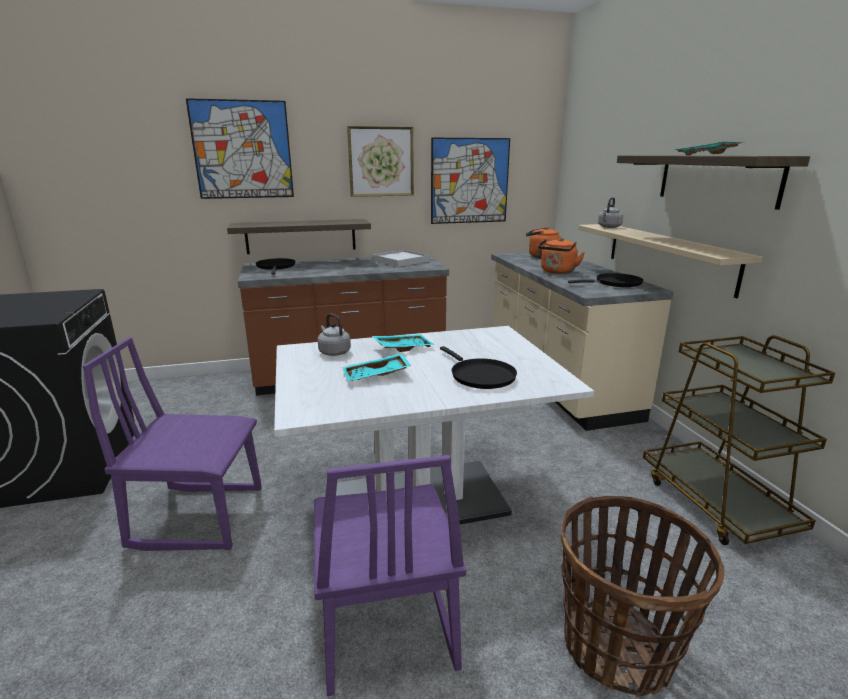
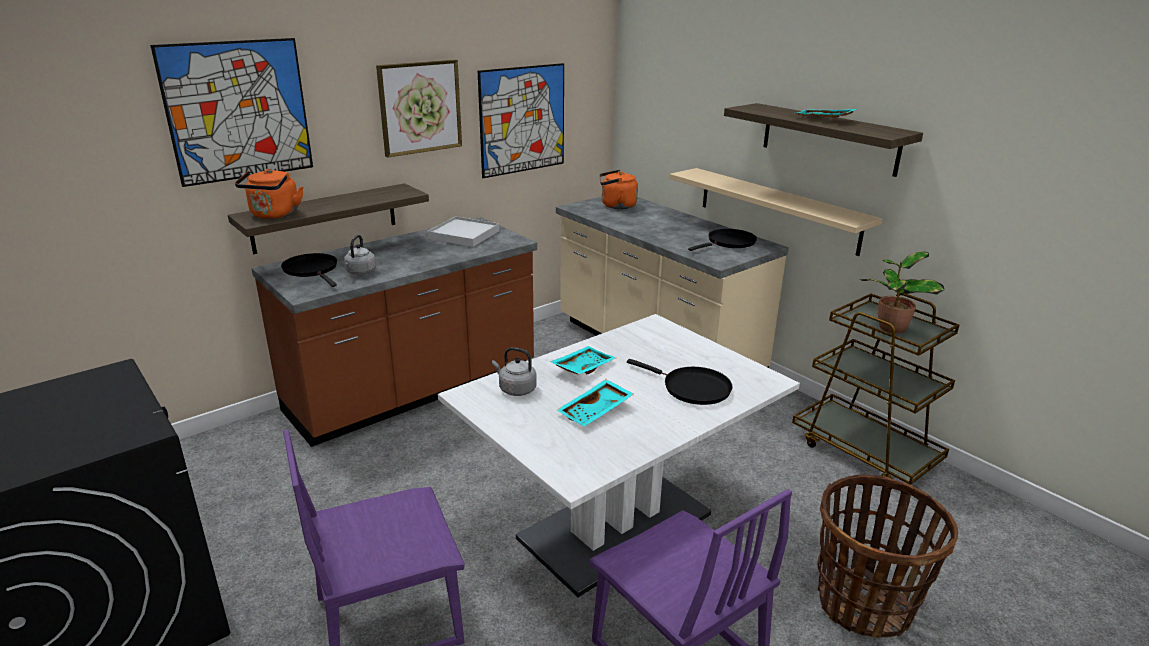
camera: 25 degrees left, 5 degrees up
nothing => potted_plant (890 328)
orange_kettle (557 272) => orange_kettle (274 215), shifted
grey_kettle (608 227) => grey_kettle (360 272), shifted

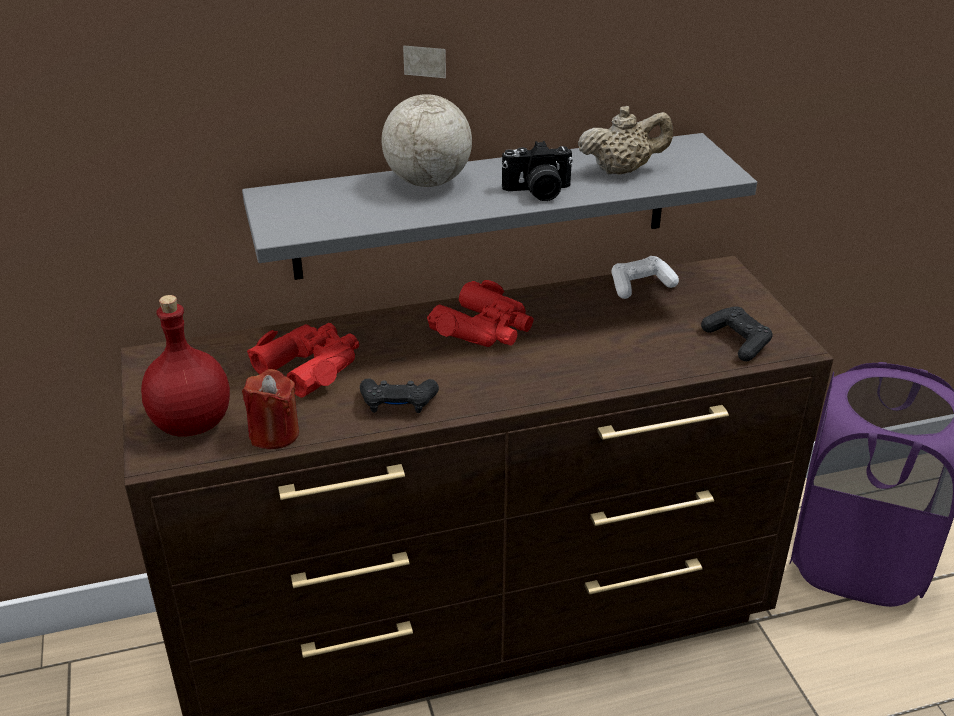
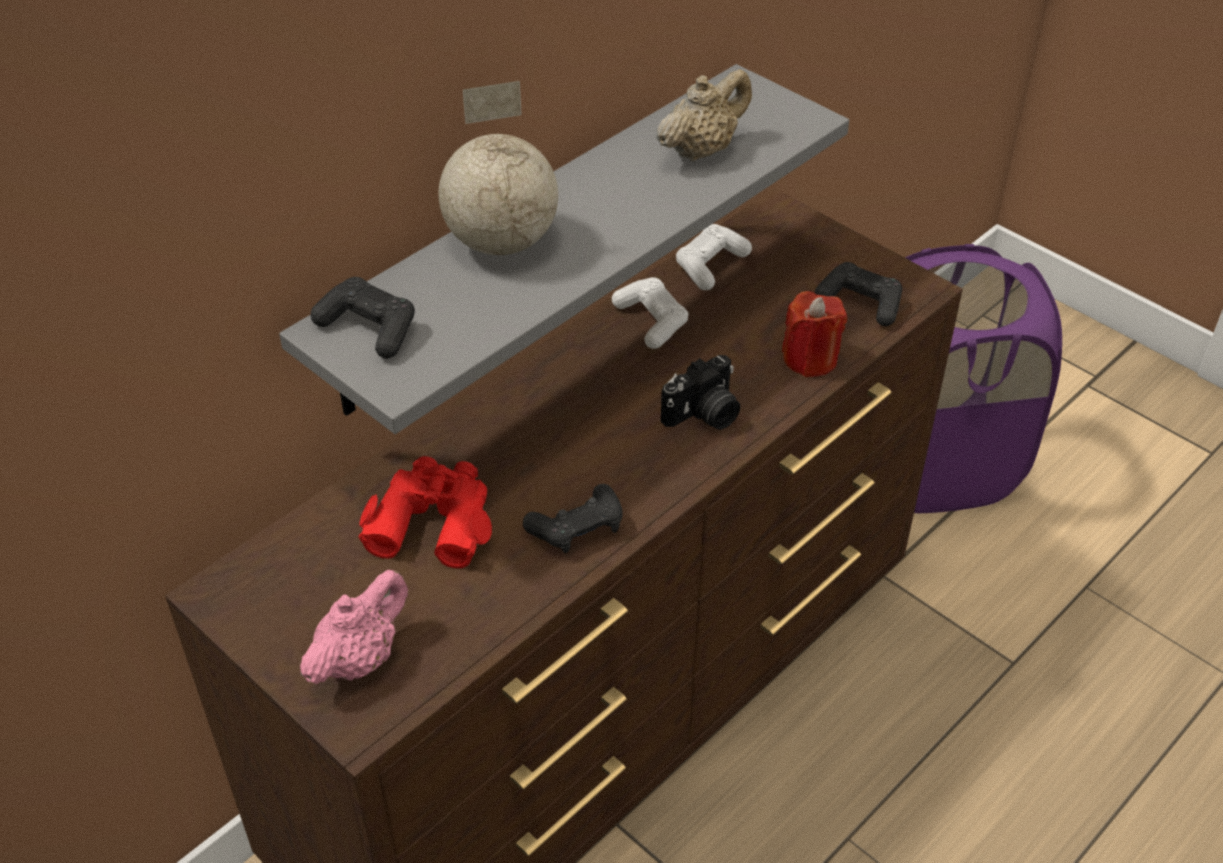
camera: 30 degrees left, 10 degrees up
red_binoculars (484 328) => nothing
nothing => black_game_controller (369 328)
nothing => white_game_controller (651 321)
red_candle (274 434) => red_candle (810 359), shifted
photo_camera (538 192) => photo_camera (704 415), shifted
red_bottle (192 422) => pink_teapot (360 658)

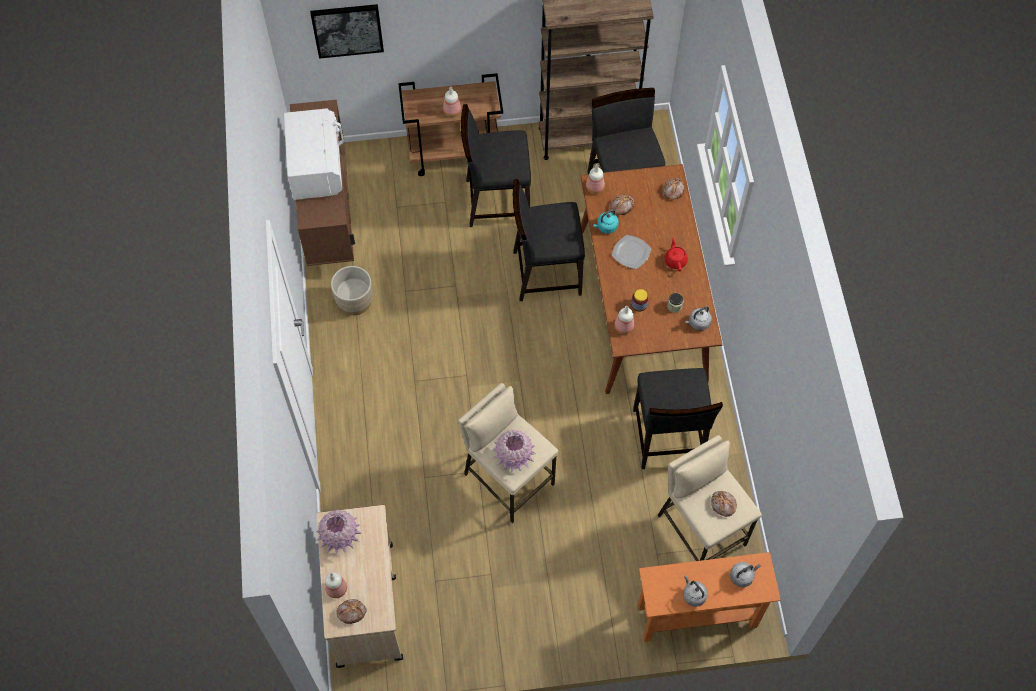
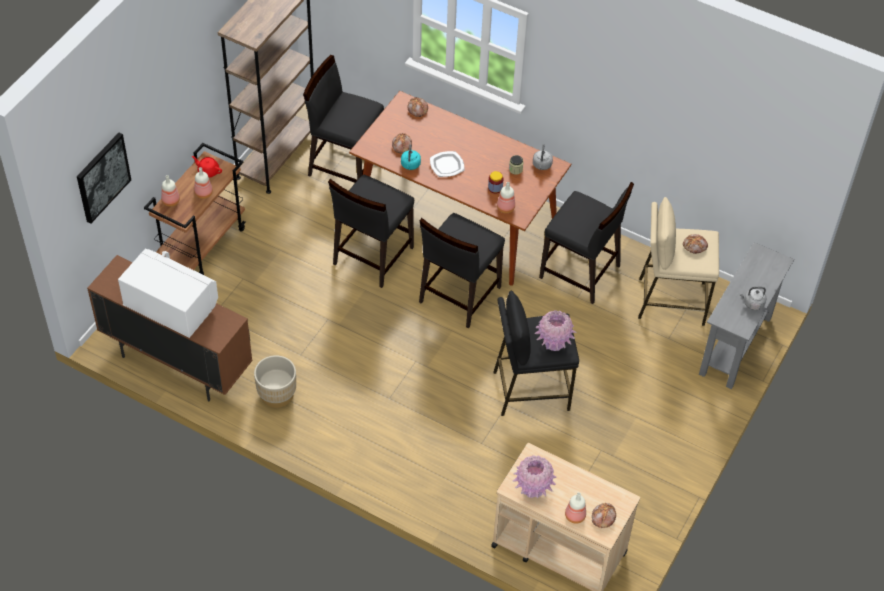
camera: 55 degrees left, 10 degrees down
grey_kettle (742 576) => nothing
black_chair (496 201) => black_chair (459 295), shifted
bottle (594 187) => bottle (170 201), shifted
red_teapot (675 260) => red_teapot (208 171), shifted
beige_stool (508 479) => black_stool (530 390)
orange_console_table (697 615) => grey_console_table (735 345)

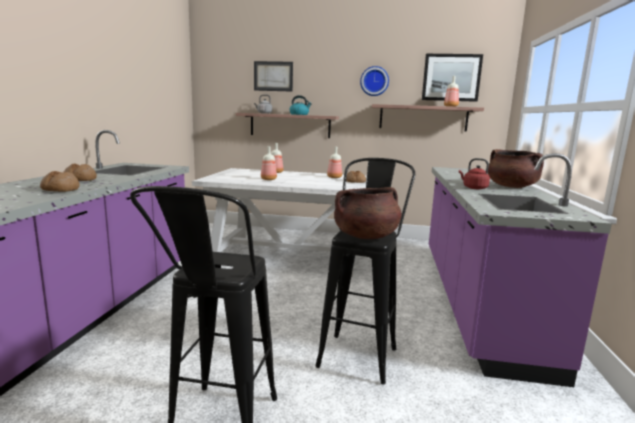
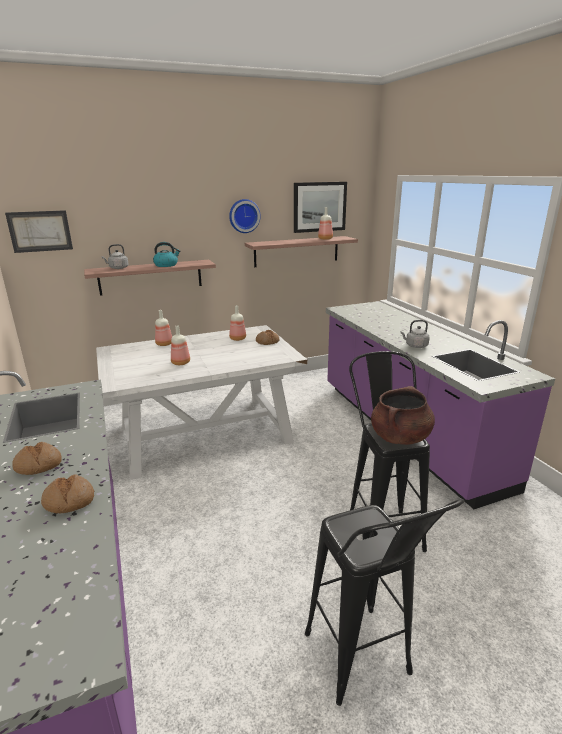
camera: 30 degrees left, 10 degrees up
brown_cooking_pot (511 187) => nothing
picture (273 76) => picture (40 231), shifted
red_kettle (473 188) => grey_kettle (415 346)

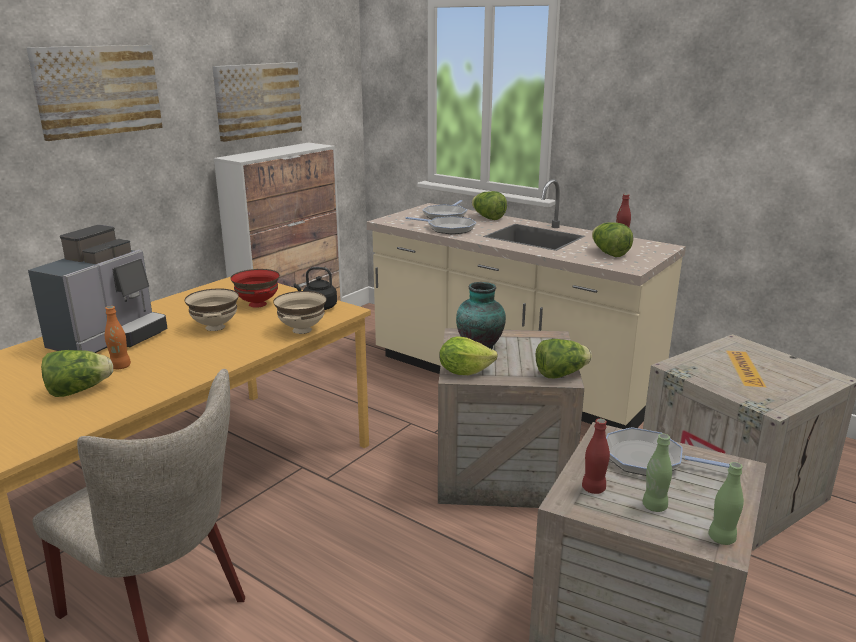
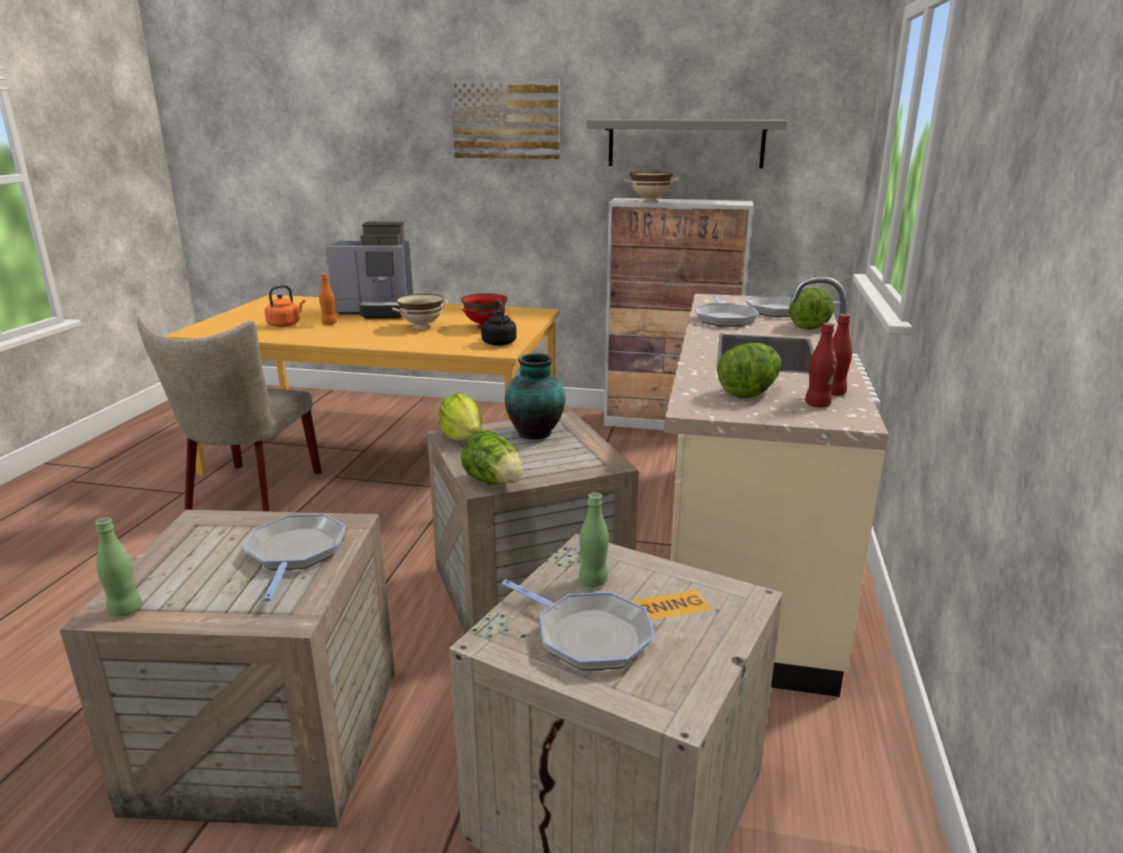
camera: 65 degrees right, 0 degrees up
nothing => frying_pan (588 636)
beige_bowl (301 330) => beige_bowl (650 201), shifted
red_bottle (593 489) => red_bottle (817 405), shifted
green_bottle (654 506) => green_bottle (593 581), shifted
lettuce (78 391) => orange_kettle (285 324)
picture (257 100) => grey_shelf (685 143)

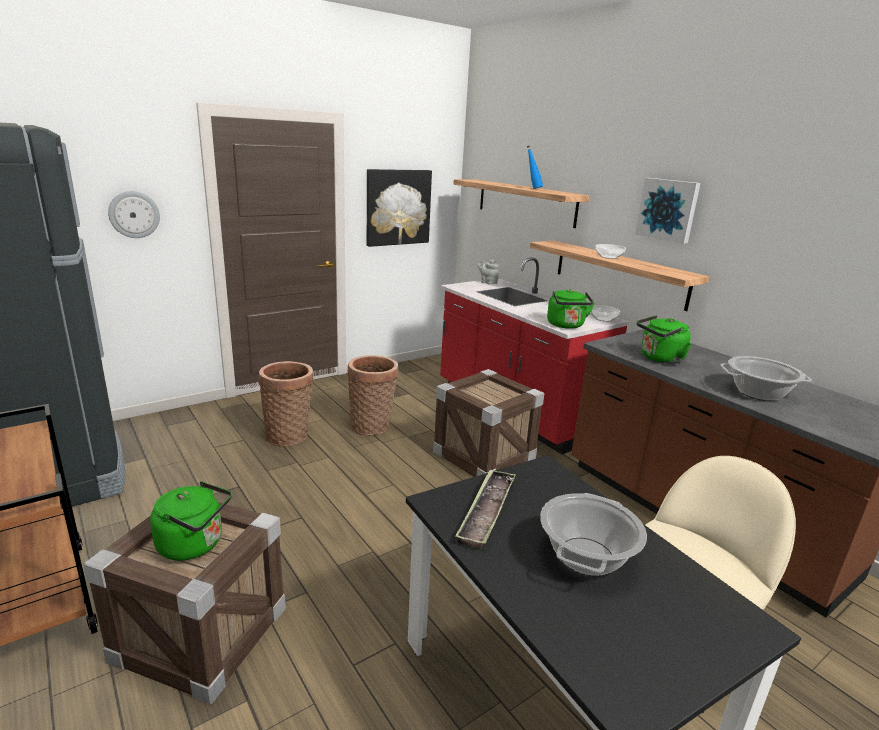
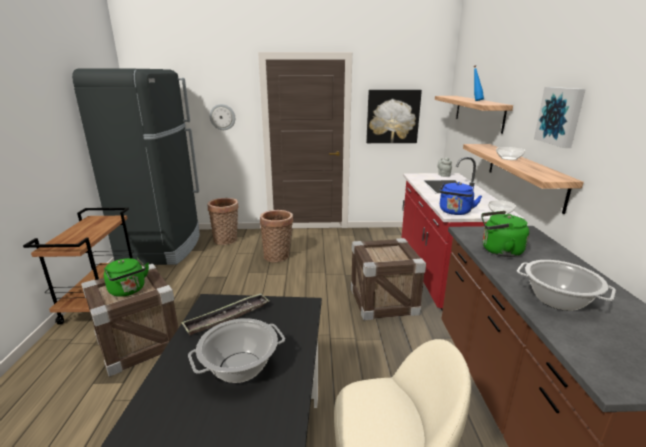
camera: 35 degrees right, 0 degrees up
basket (372 426) => basket (226 240), shifted
green_kettle (566 325) => blue_kettle (455 212)

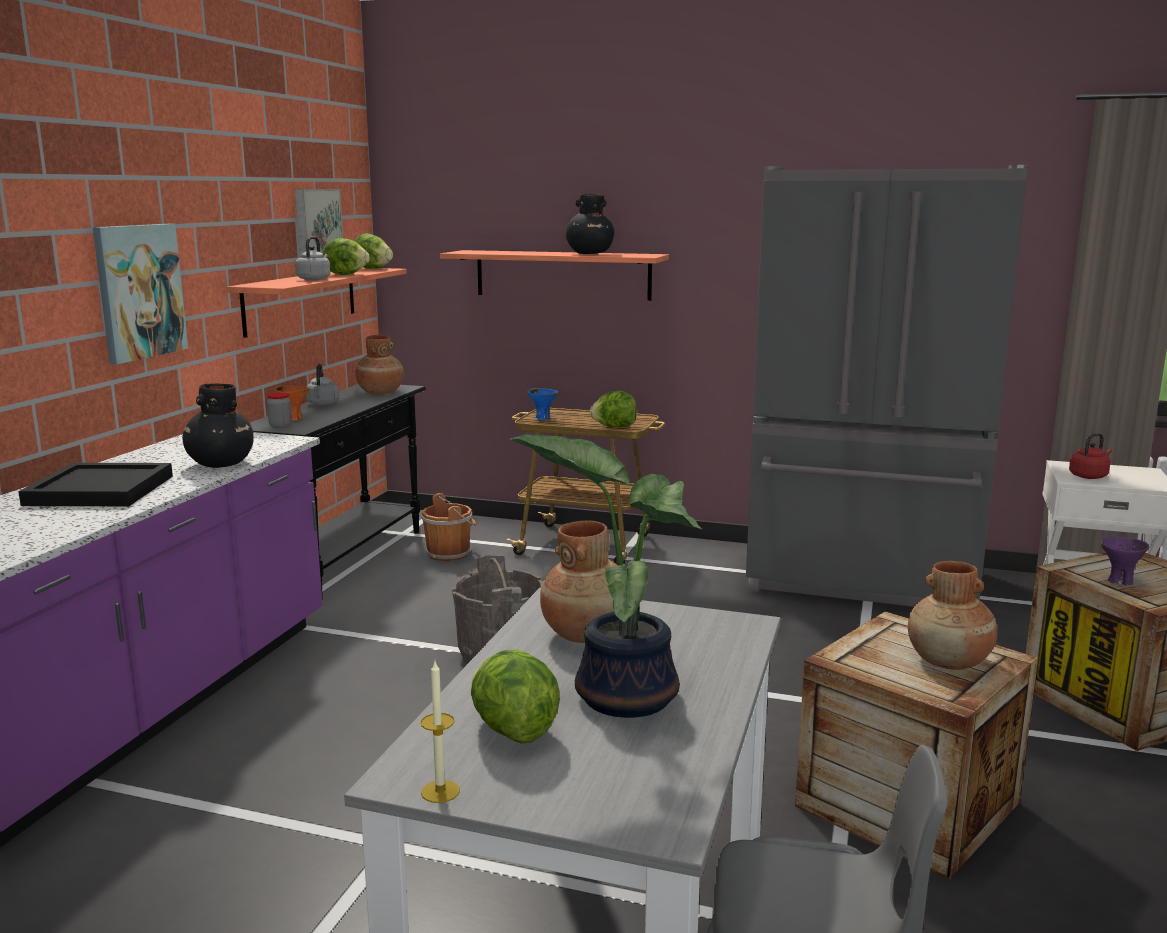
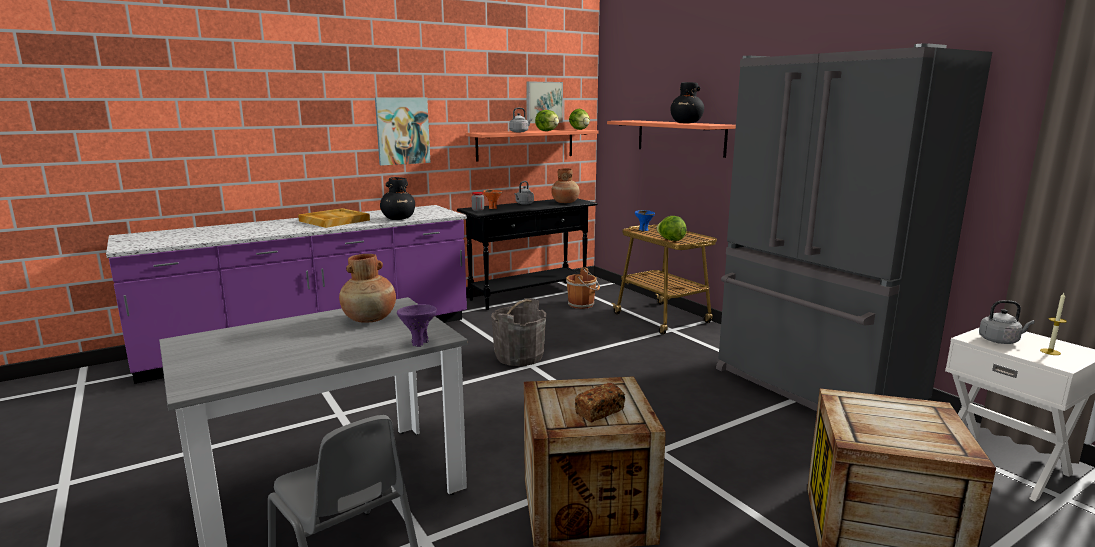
camera: 40 degrees right, 0 degrees up
lettuce (512 730) => nothing
potted_plant (623 693) => nothing
candle (440 791) => candle (1050 352), shifted
purple_bowl (1119 581) => purple_bowl (419 343), shifted
brown_vase (949 662) => bread (599 412)
black_tray (98 490) => beige_tray (333 220)
red_kettle (1089 476) => grey_kettle (1000 341)

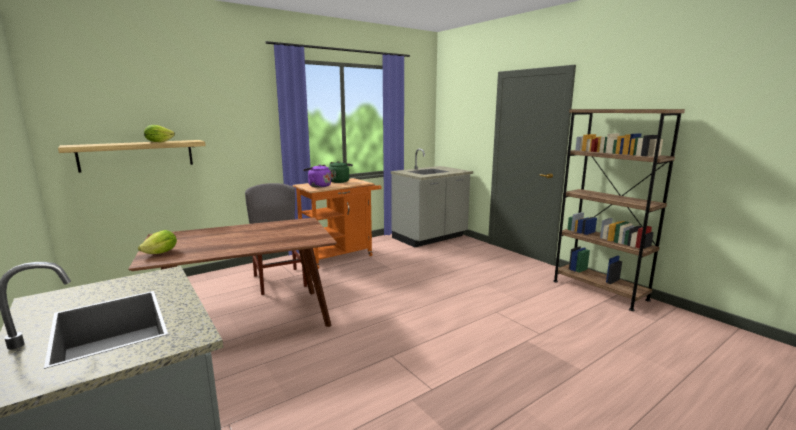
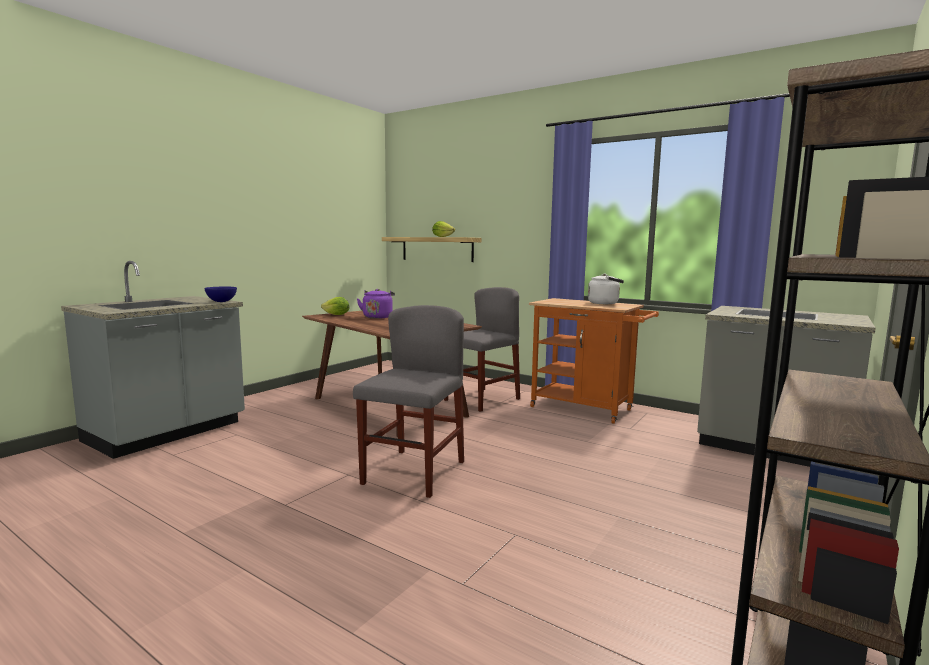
camera: 70 degrees right, 5 degrees down
nothing => blue_bowl (221 301)
nothing => grey_chair (414 472)
purple_kettle (318 186) => purple_kettle (377 317), shifted
green_kettle (339 181) => white_kettle (605 303)

